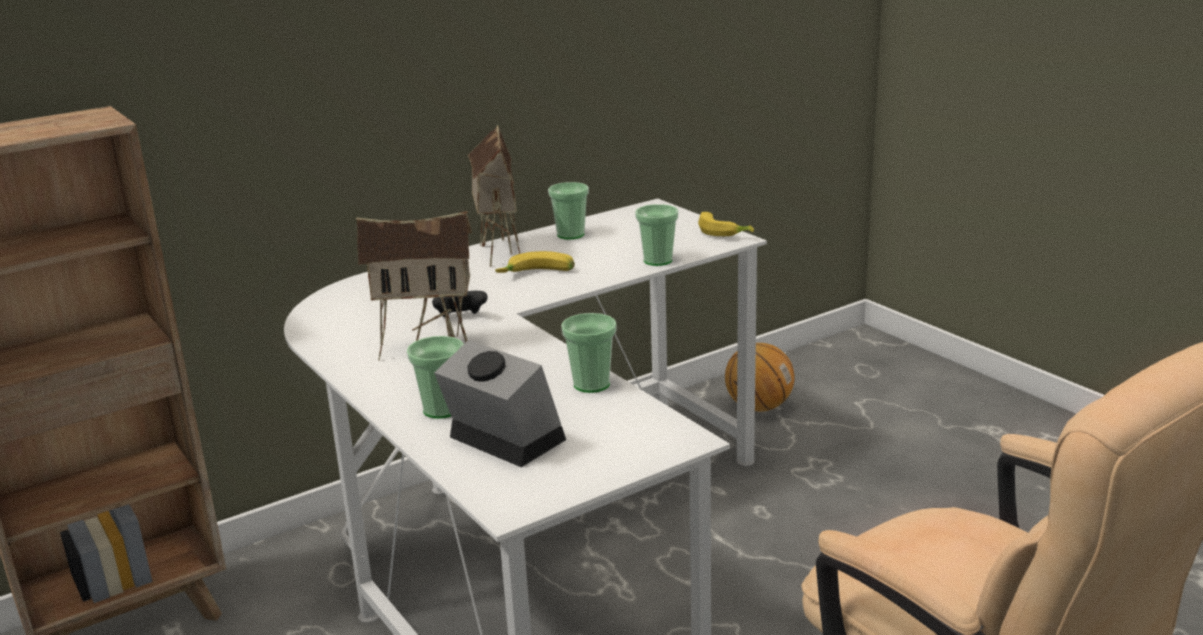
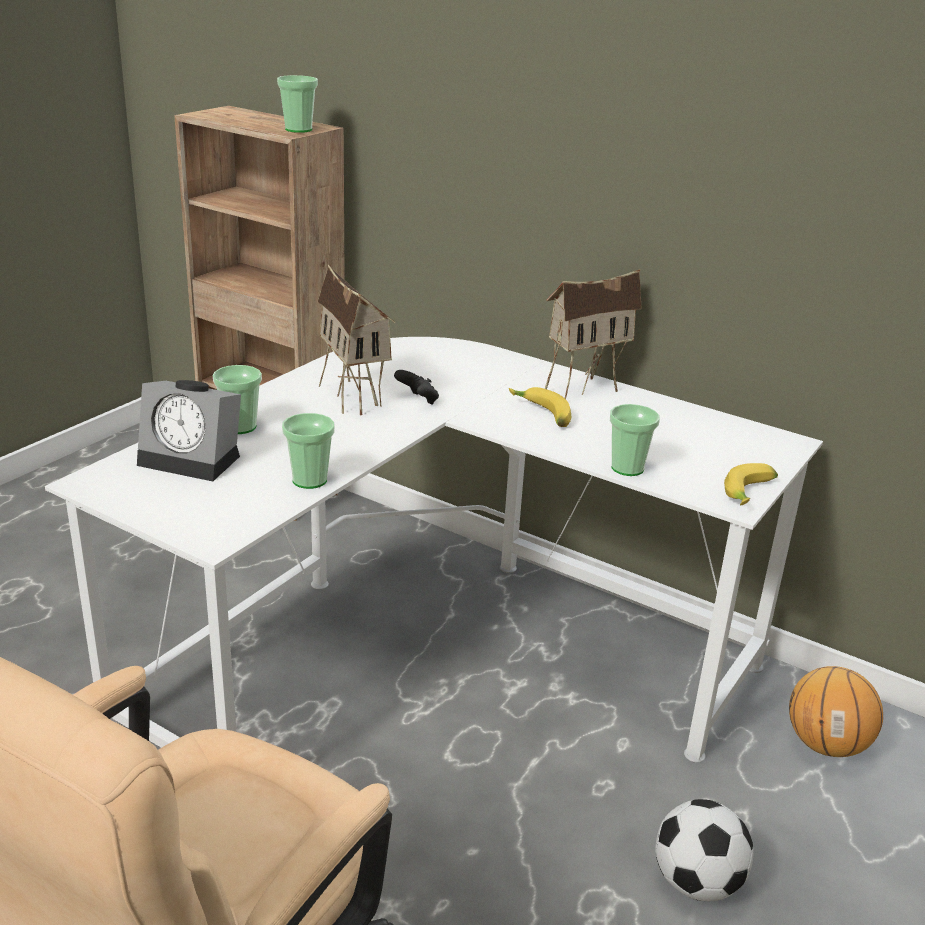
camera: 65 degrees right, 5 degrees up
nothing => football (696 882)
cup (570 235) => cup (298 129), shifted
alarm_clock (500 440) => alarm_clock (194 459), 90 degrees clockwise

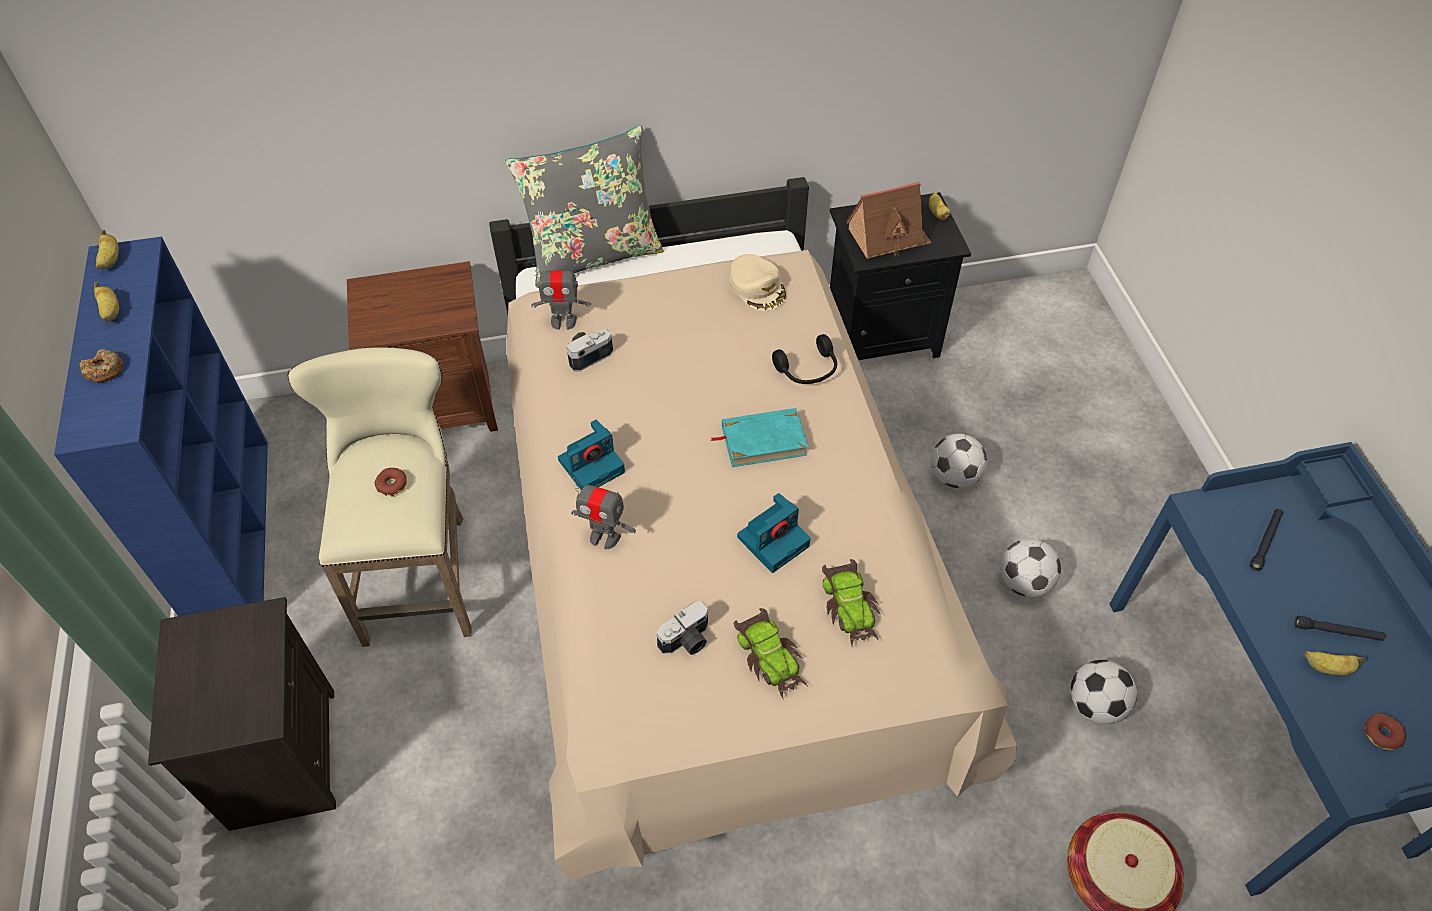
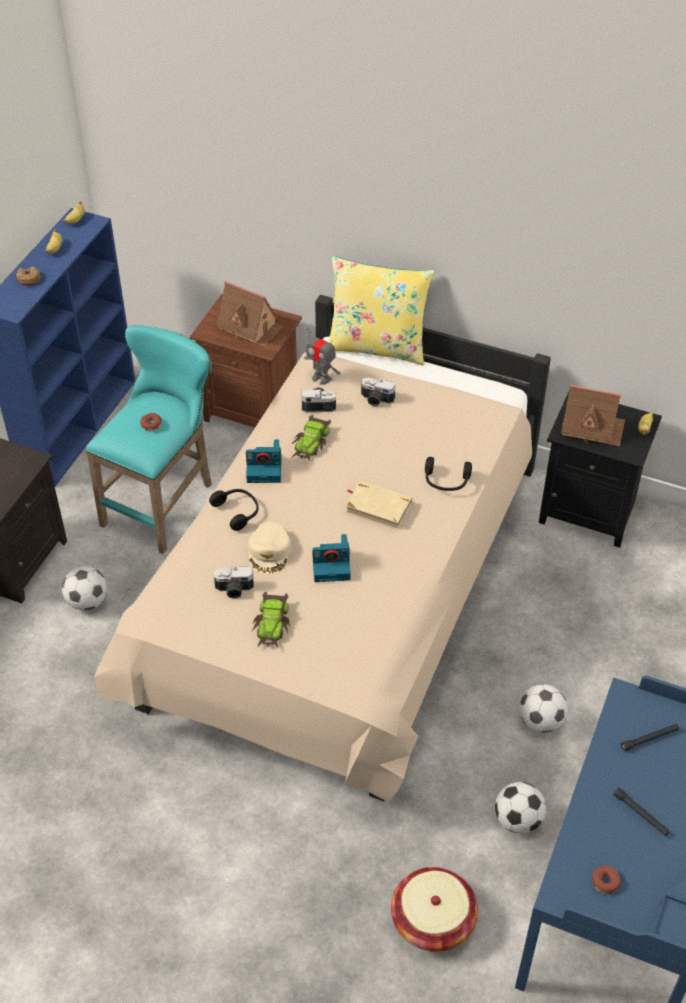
camera: 35 degrees right, 5 degrees down
banana (1327 668) => nothing
nothing => toy_house (250 327)
nothing => photo_camera (376 400)
beige_cap (757 287) => beige_cap (270 552), shifted
toy_car (850 607) => toy_car (311 443), shifted
football (954 476) => football (87 601), shifted
toy_robot (604 537) => black_headphones (237 511)
beige_stool (421 571) => turquoise_stool (164 502)
grey_pillow (593 254) => yellow_pillow (377 346)
turquoise_book (763 440) => beige_book (378 507)

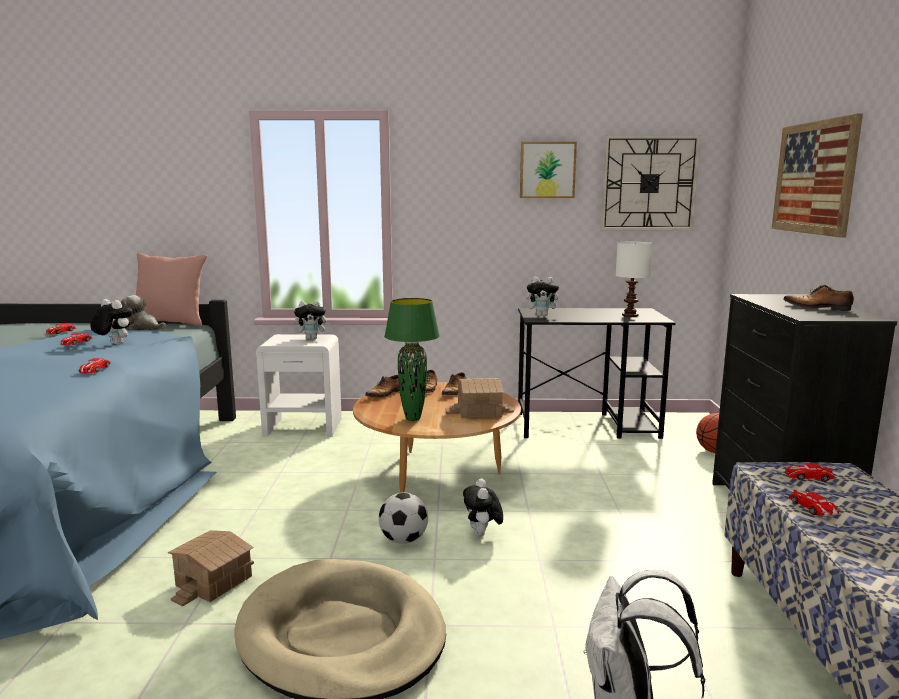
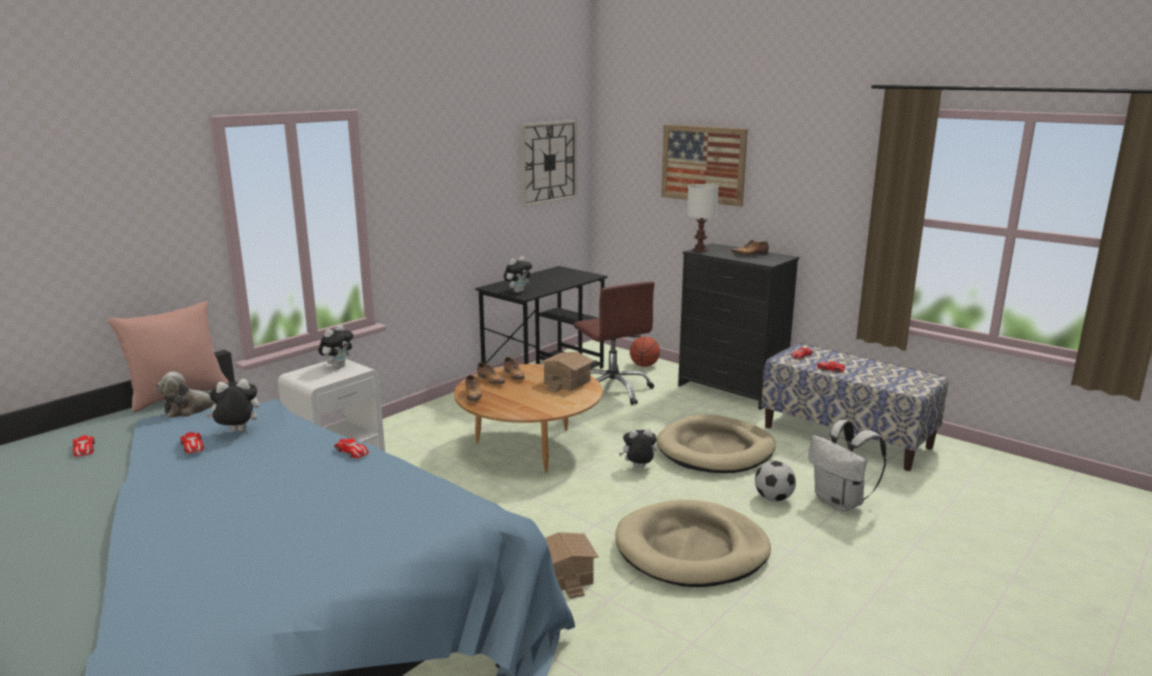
camera: 50 degrees left, 5 degrees up
green_table_lamp (413 418) => nothing
picture (547 170) => nothing
nothing => brown_office_chair (613 390)
nothing => beige_dog_bed (715 450)
football (403 540) => football (773 498), shifted
white_table_lamp (630 315) => white_table_lamp (699 250), shifted
plush_toy (482 535) => plush_toy (638 468), 135 degrees clockwise

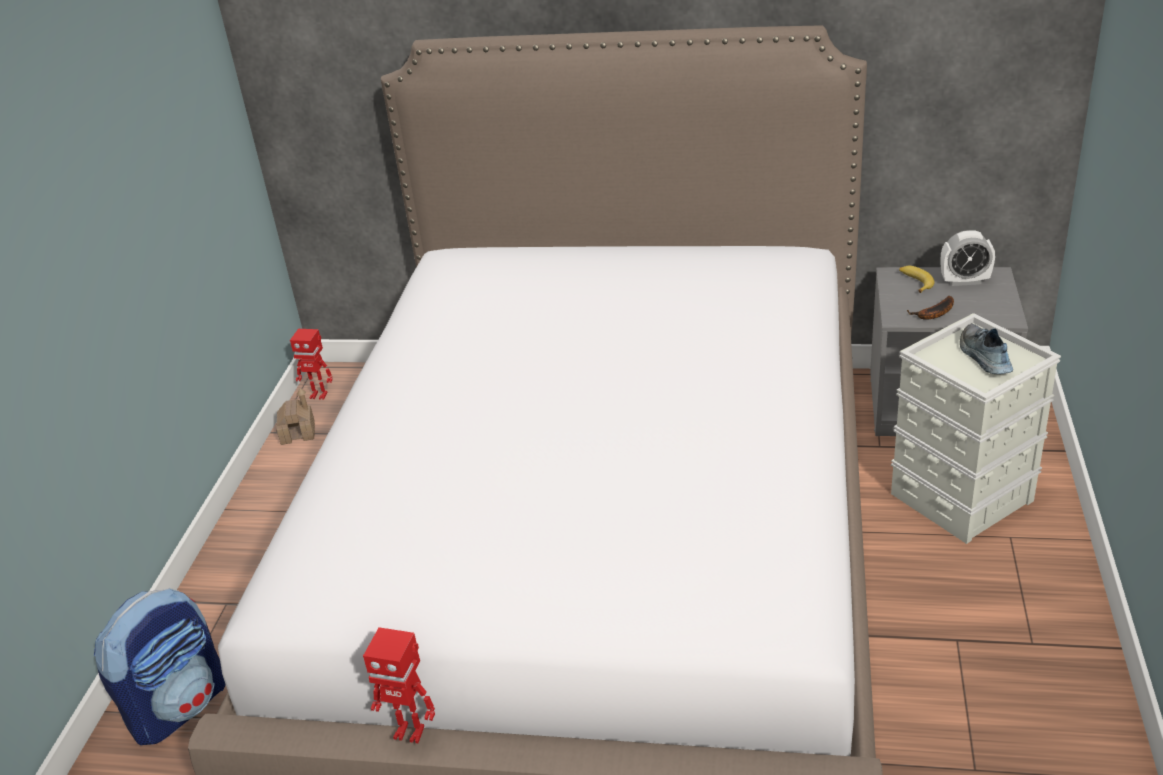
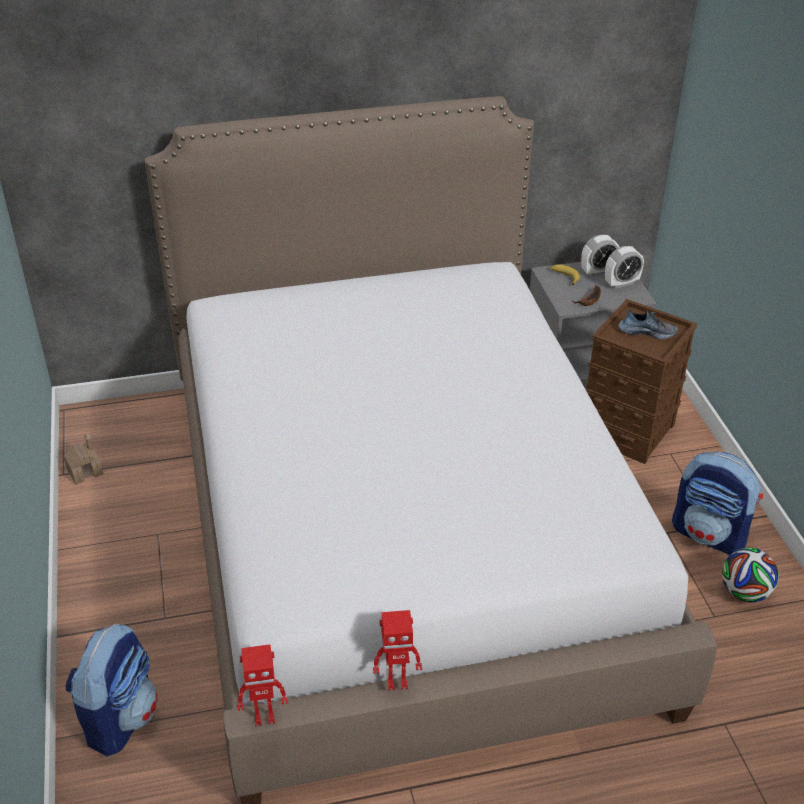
camera: 25 degrees left, 5 degrees up
nothing => alarm_clock (621 283)
nothing => backpack (710 534)
nothing => football (744 592)
toy_robot (319 395) => toy_robot (264 717), shifted
grey_storage_box (961 496) => brown_storage_box (627 430)
shoe (983 357) => shoe (647 331), 135 degrees clockwise

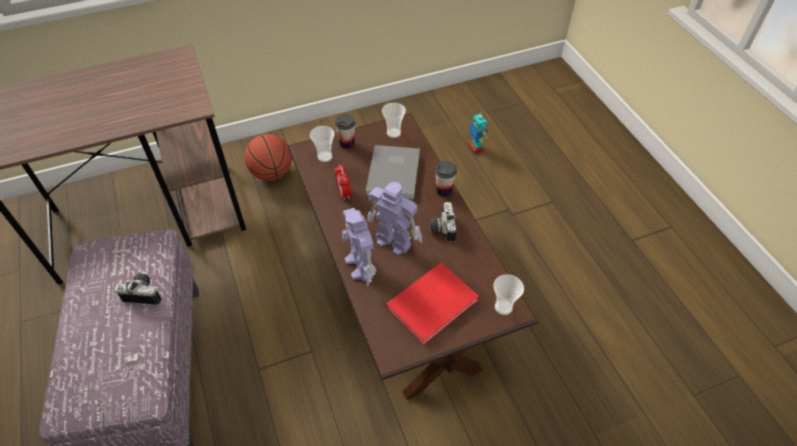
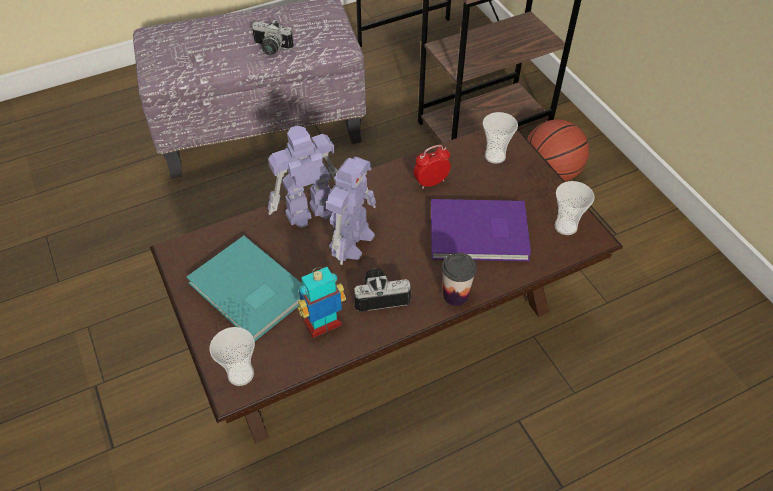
camera: 85 degrees right, 0 degrees up
cup (347 143) => nothing
toy_robot (475 147) => toy_robot (323 325), shifted
grey_book (395 173) => purple_book (480 234)
red_book (434 304) => turquoise_book (248 292)
photo_camera (144 293) => photo_camera (271 49), 105 degrees clockwise

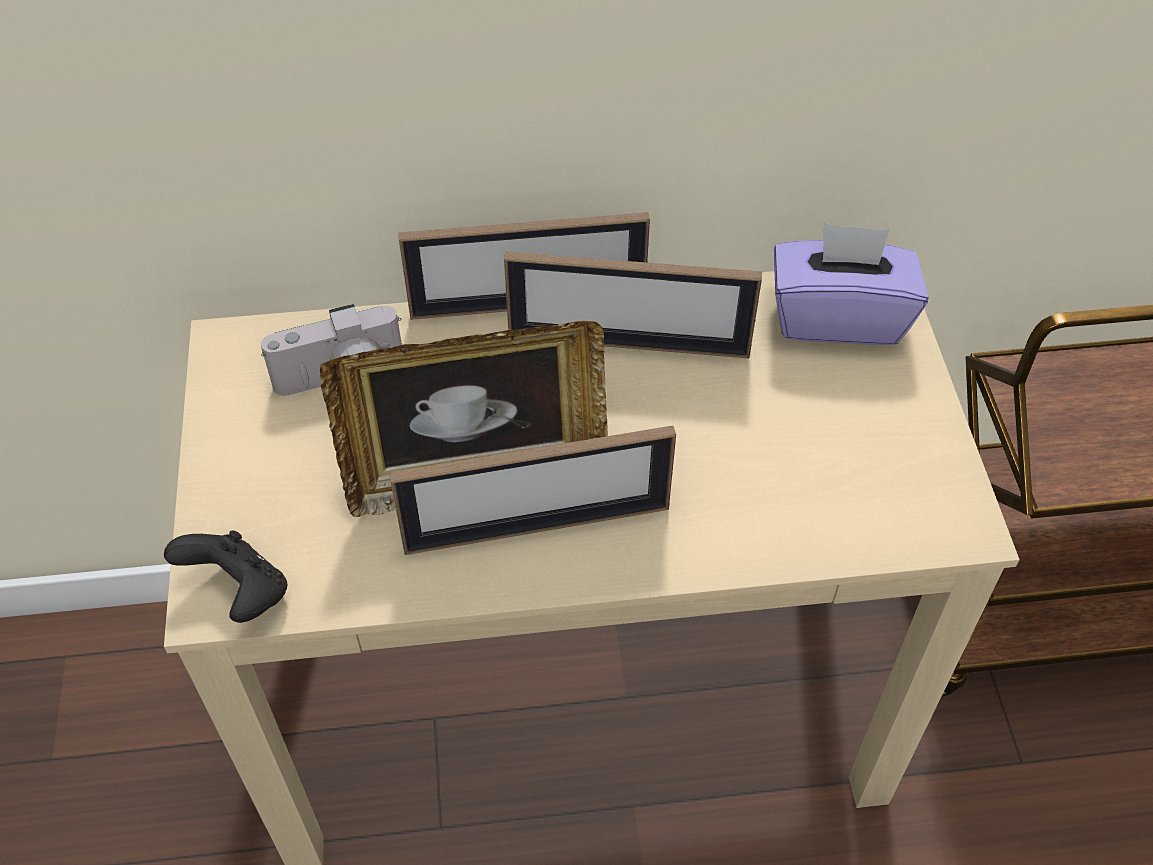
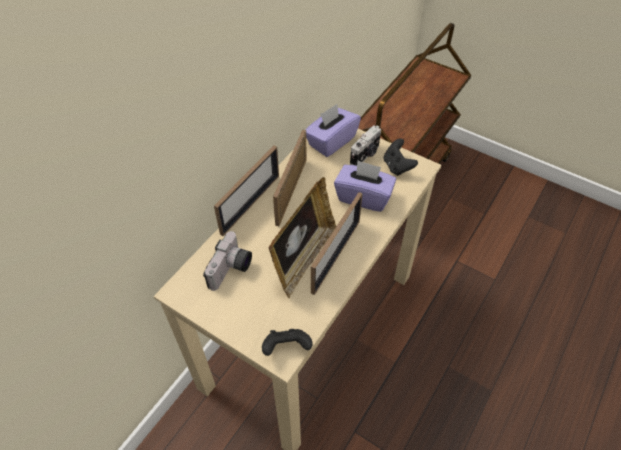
camera: 50 degrees left, 0 degrees up
nothing => purple_tissue_box (363 197)
nothing => photo_camera (365 155)
nothing => black_game_controller (397 166)
picture_frame (628 344) => picture_frame (291 191), 150 degrees clockwise

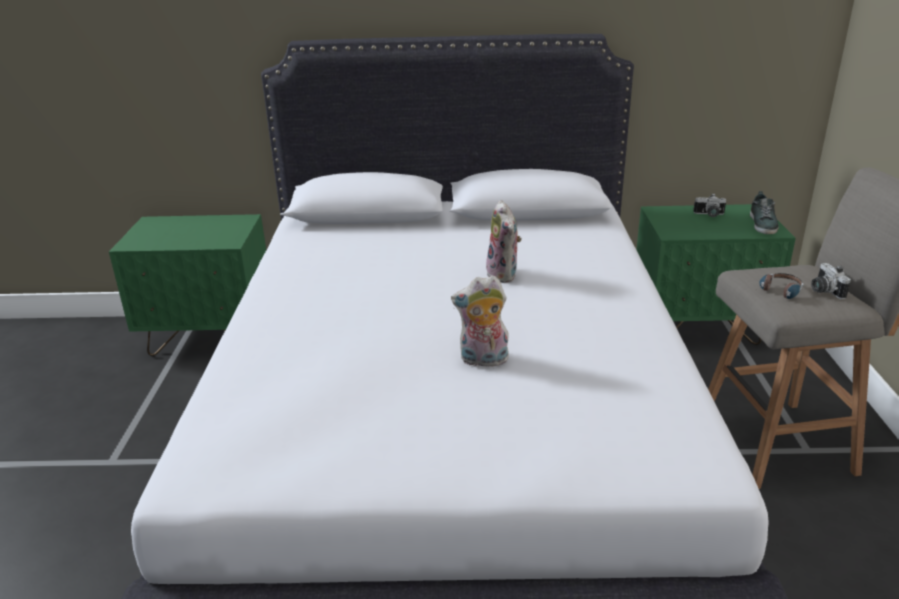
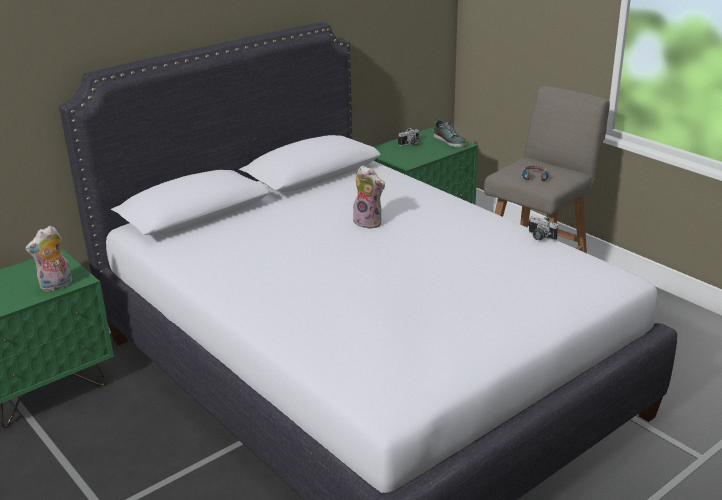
camera: 40 degrees left, 0 degrees up
plush_toy (483 361) => plush_toy (56 286), shifted
photo_camera (823 290) => photo_camera (539 237), shifted

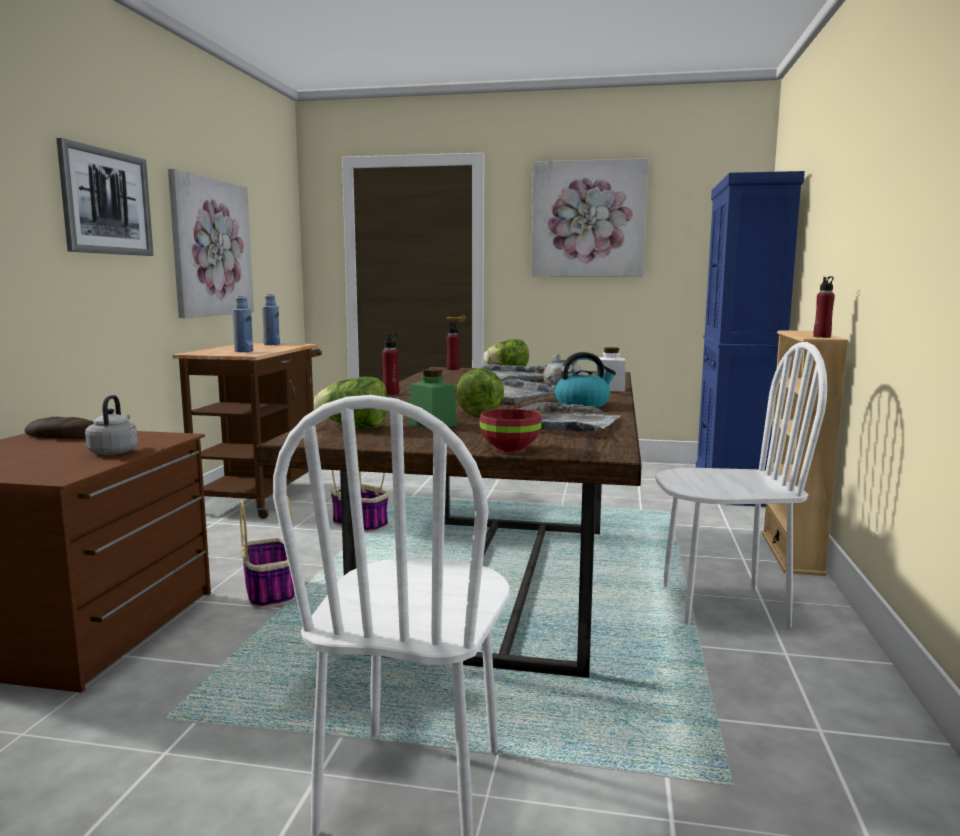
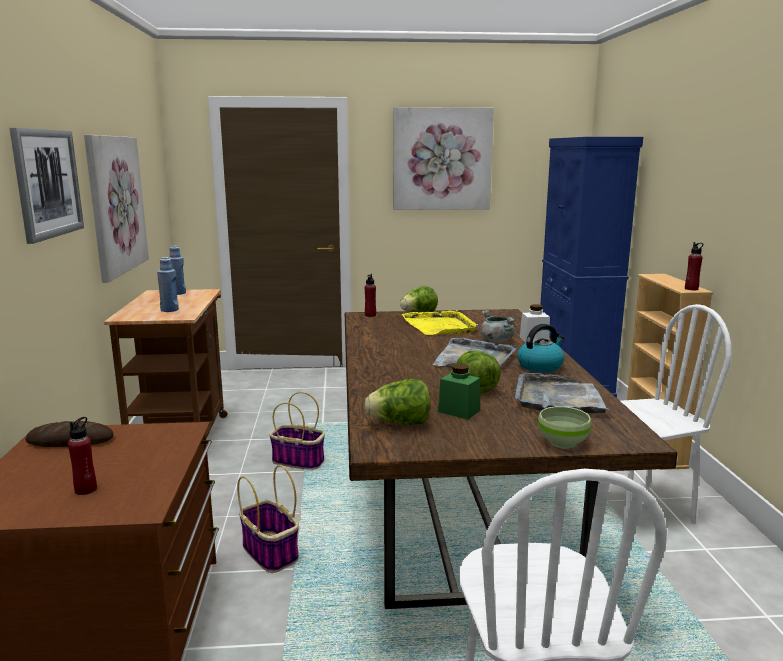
camera: 15 degrees left, 5 degrees up
grey_kettle (114 451) => nothing
red_bottle (391 393) => red_bottle (86 489), shifted
red_bowl (509 449) => green_bowl (562 443)
grey_tray (516 377) => yellow_tray (440 326)

